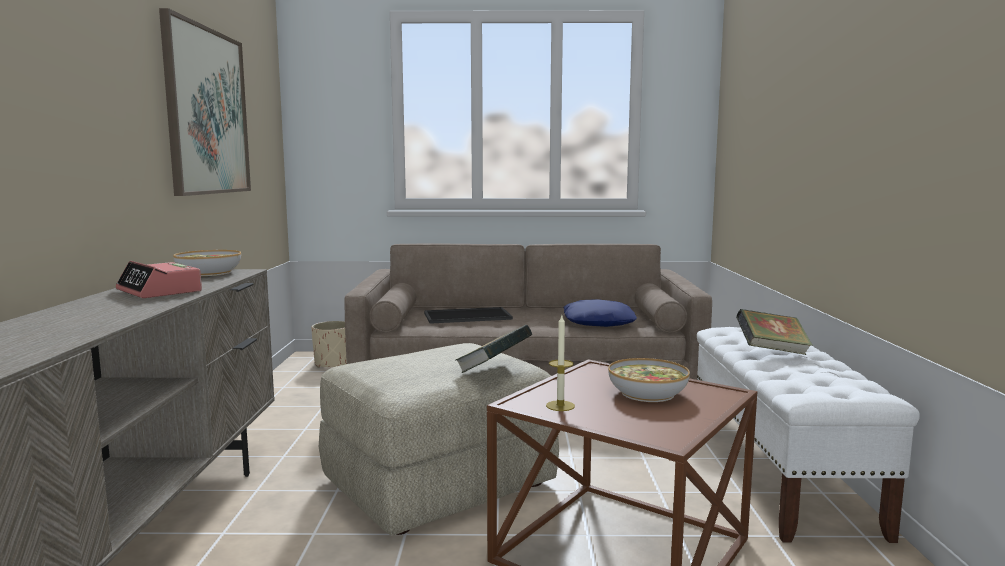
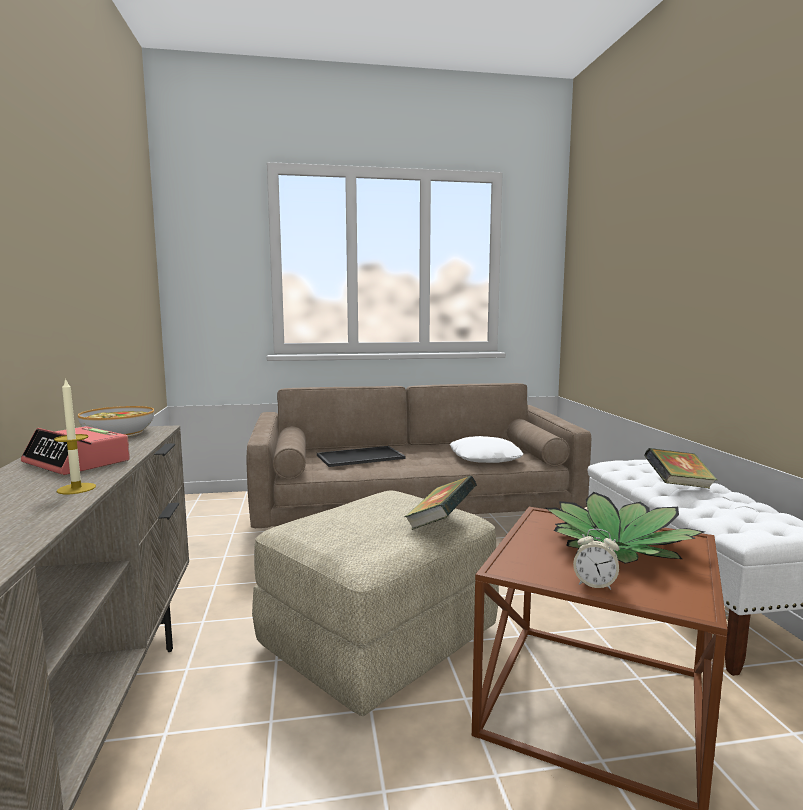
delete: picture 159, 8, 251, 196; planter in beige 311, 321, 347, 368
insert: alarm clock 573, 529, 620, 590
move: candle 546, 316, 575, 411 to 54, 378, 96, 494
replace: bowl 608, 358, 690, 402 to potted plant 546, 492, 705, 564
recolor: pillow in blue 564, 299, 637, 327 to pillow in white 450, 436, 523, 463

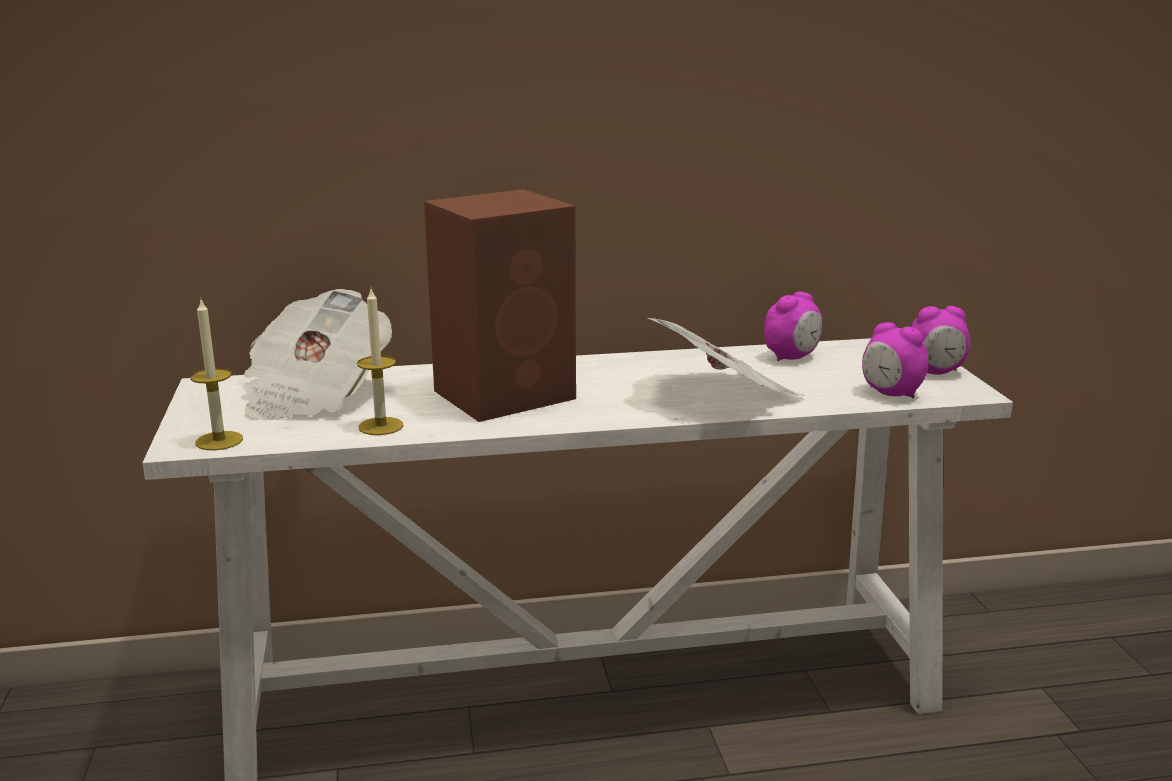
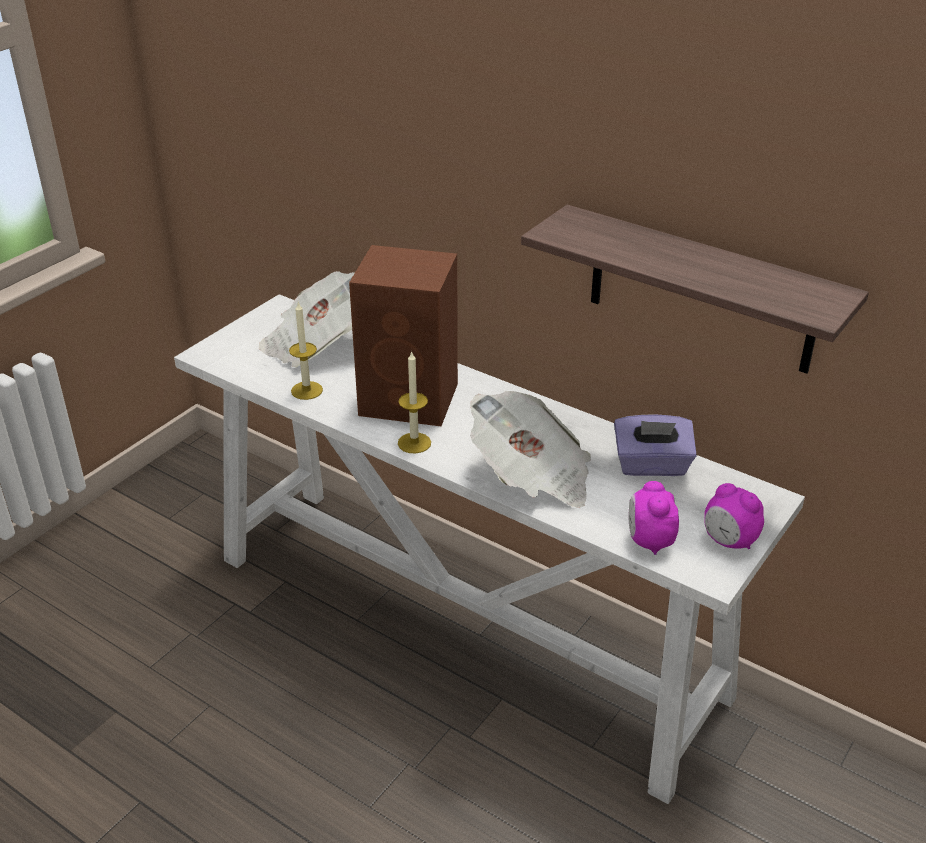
insert: shelf 521, 205, 869, 374
move: candle 190, 297, 243, 450 to 398, 350, 431, 453
replace: alarm clock 764, 291, 822, 361 to tissue box in purple 614, 414, 697, 476

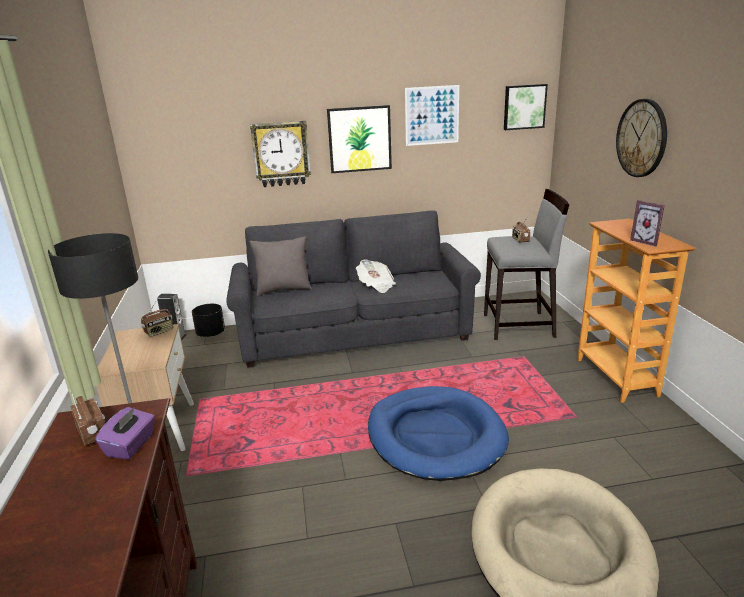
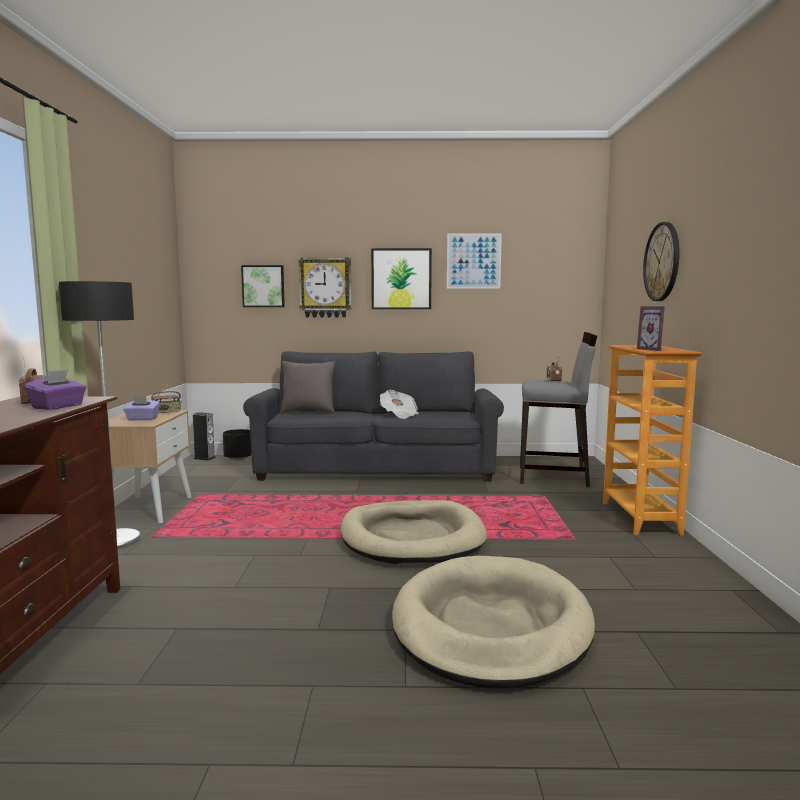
insert: tissue box in purple 123, 396, 160, 421
move: picture 504, 84, 548, 130 to 241, 265, 285, 307
recolor: dog bed in blue 368, 386, 509, 481 to dog bed in beige 340, 500, 487, 564

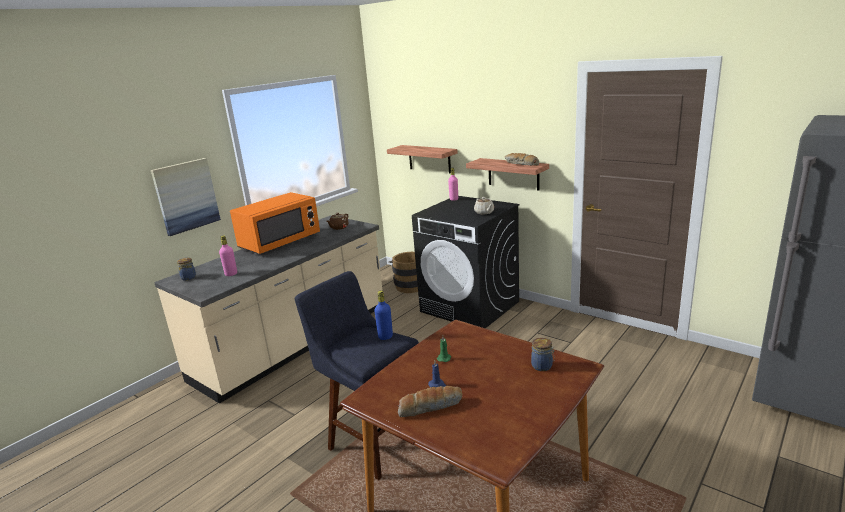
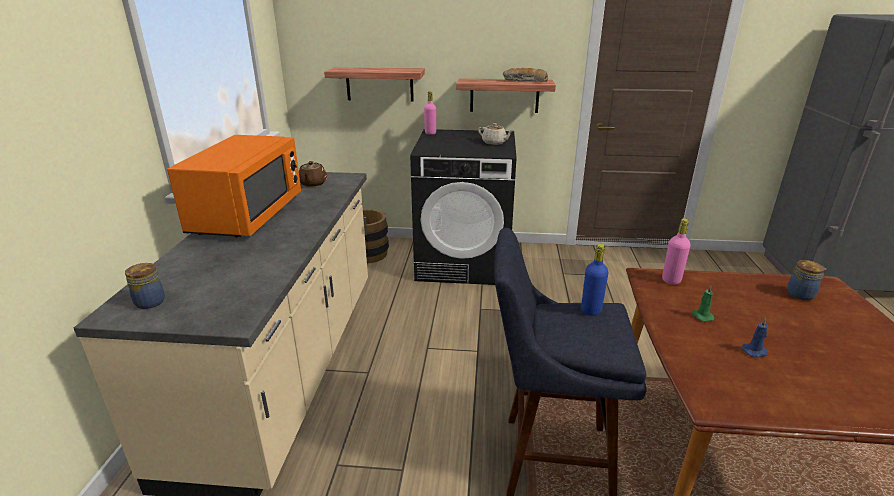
delete: picture 151, 158, 221, 236; bread 398, 386, 462, 417
move: bottle in pink 219, 236, 237, 276 to 662, 218, 690, 285

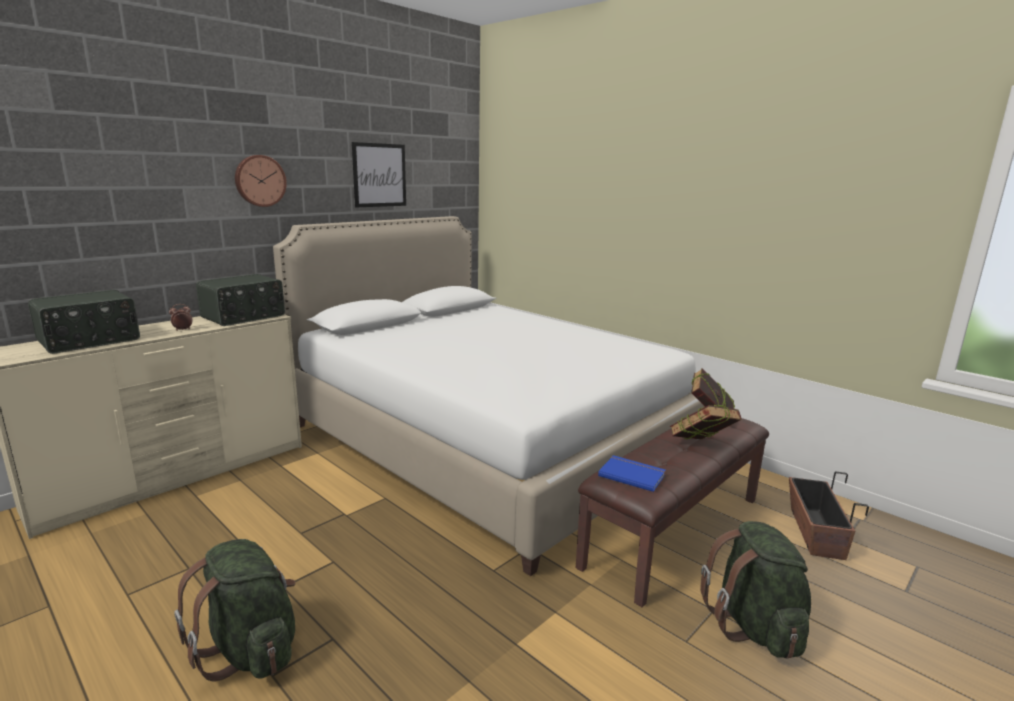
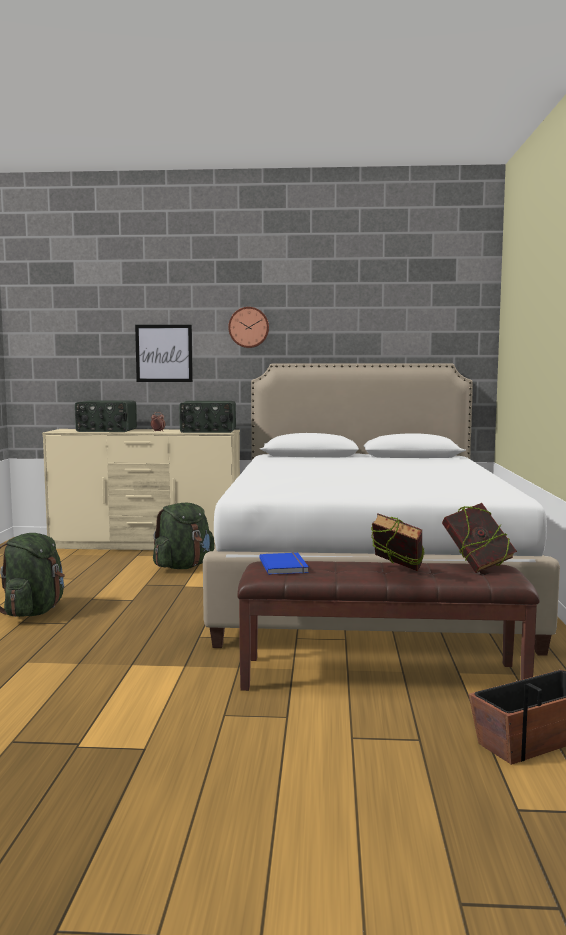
move: picture 352, 142, 406, 207 to 135, 325, 193, 382; backpack in green 700, 521, 811, 659 to 153, 503, 214, 569

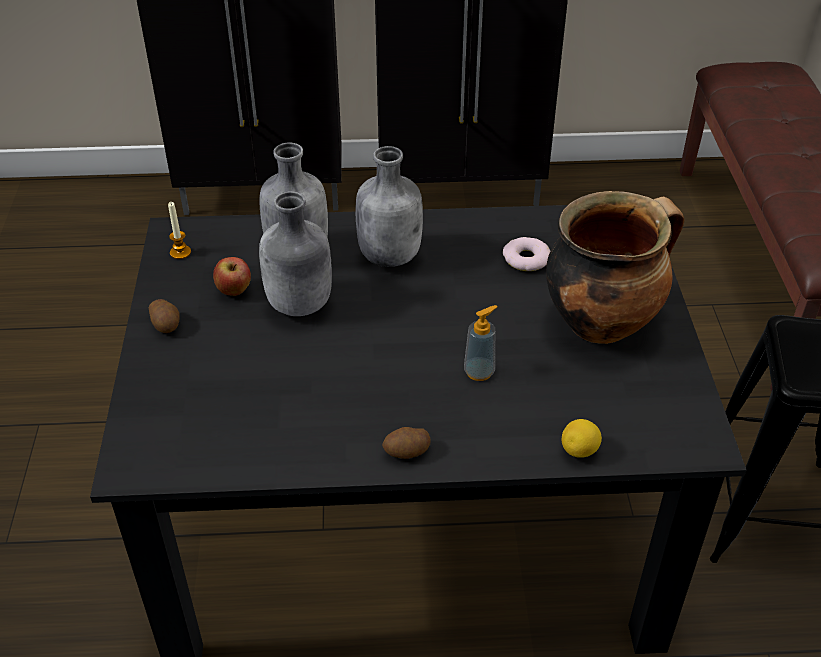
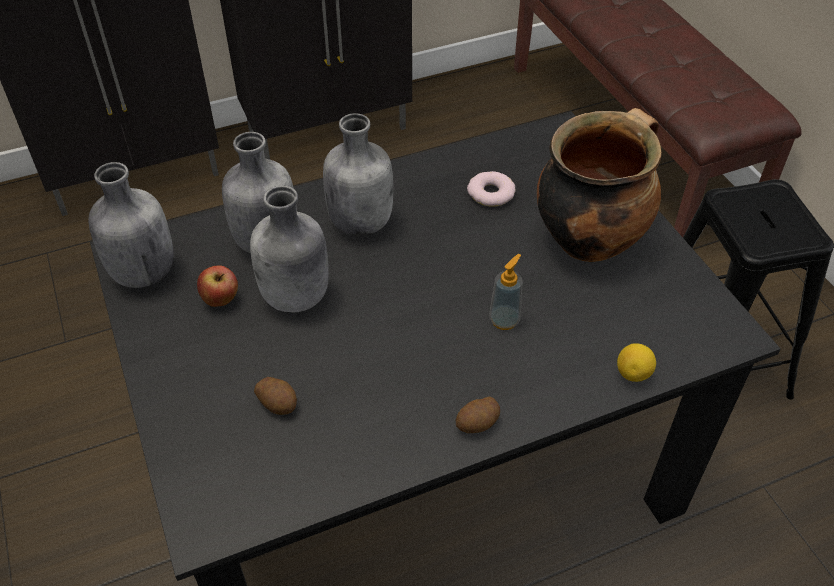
move: potato 149, 299, 180, 333 to 254, 377, 297, 415
replace: candle 168, 202, 191, 259 to bottle in grey 88, 162, 174, 288

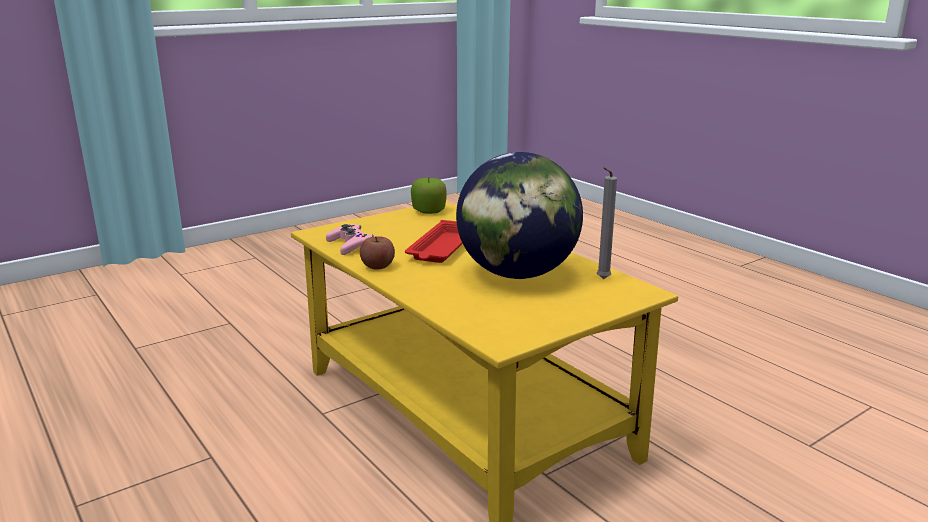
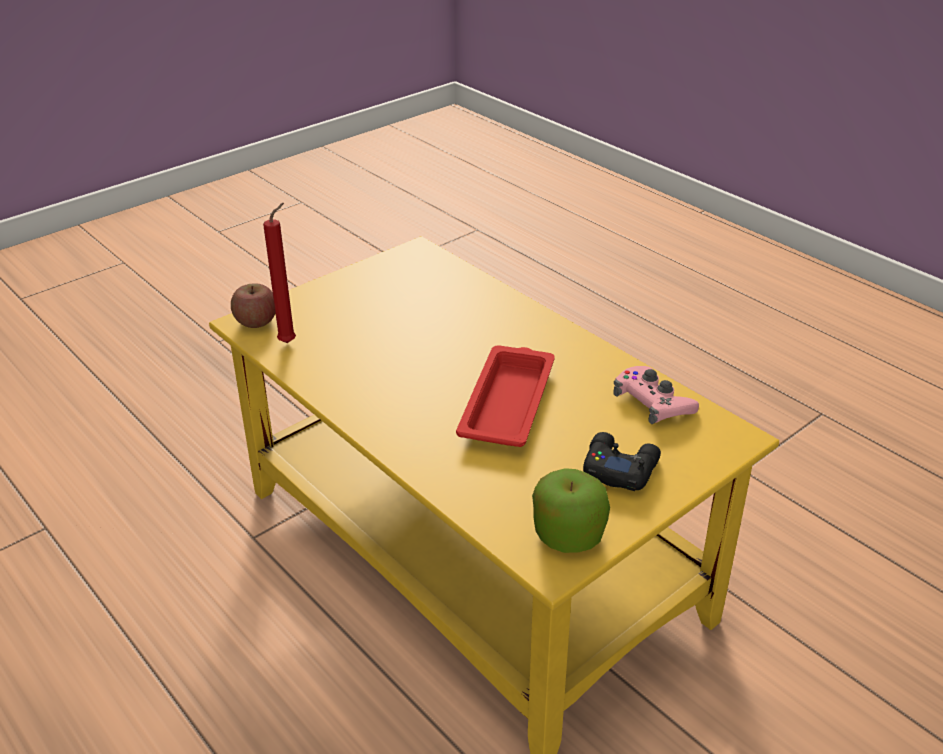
delete: globe 456, 152, 583, 279
insert: game controller in black 583, 432, 661, 491
move: apple 360, 236, 395, 269 to 231, 283, 276, 328
recolor: candle in grey 597, 167, 617, 279 to candle in red 263, 203, 296, 343

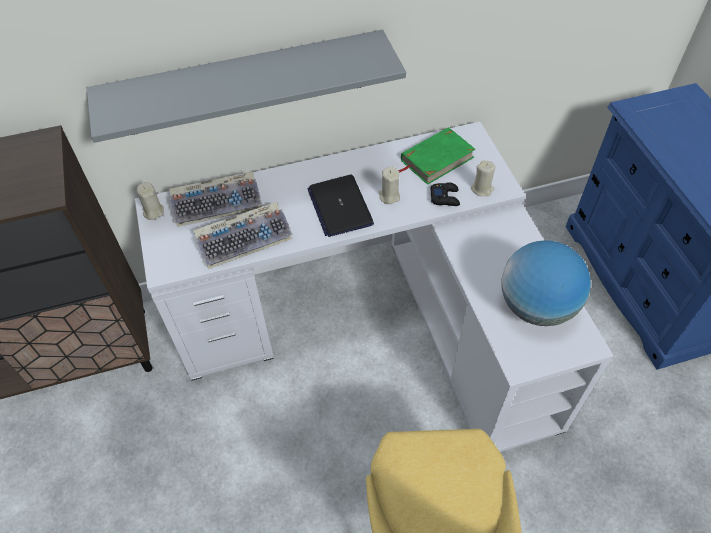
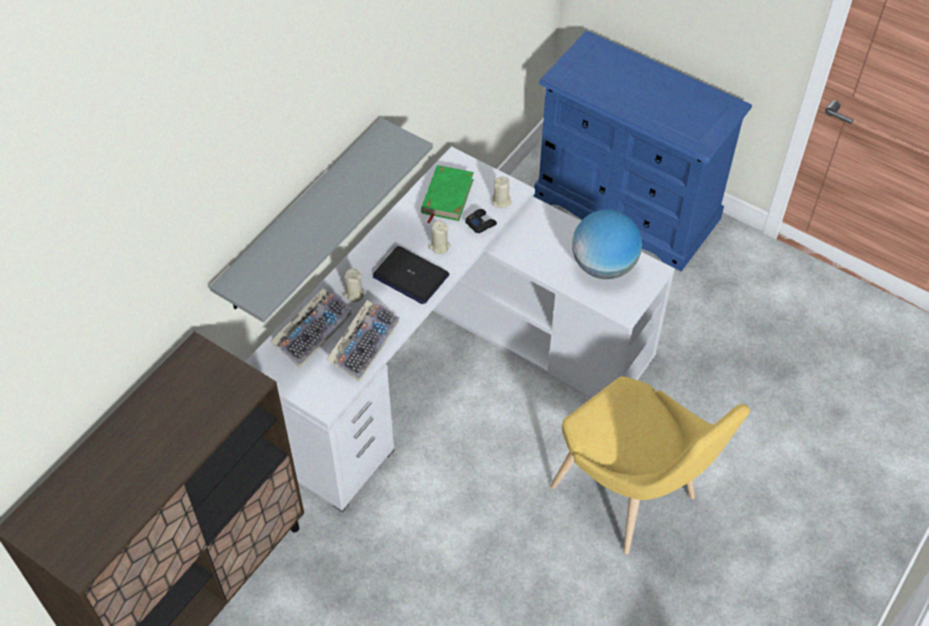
move: candle in beige 137, 182, 164, 220 to 343, 268, 365, 302

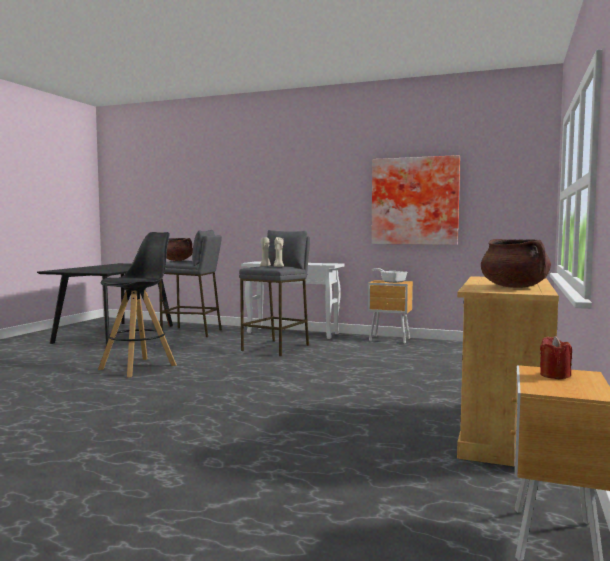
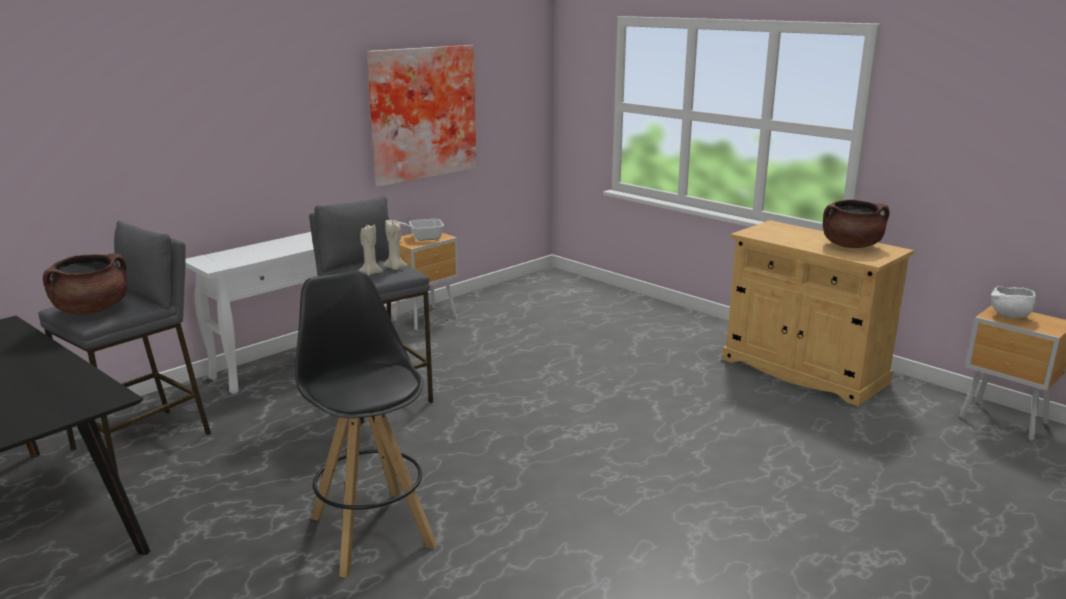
replace: candle in red 540, 336, 572, 379 to bowl in white 991, 286, 1036, 318

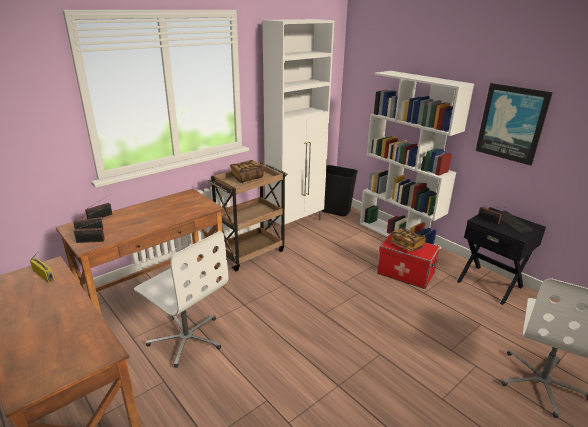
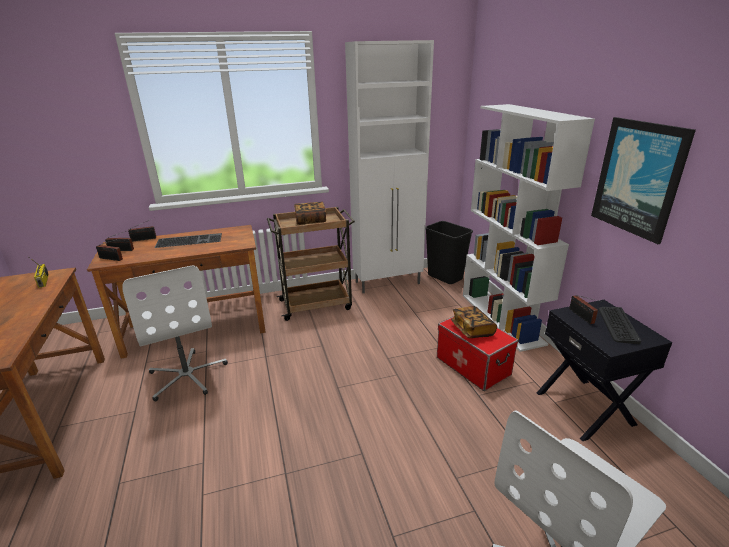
insert: keyboard 155, 233, 222, 248

